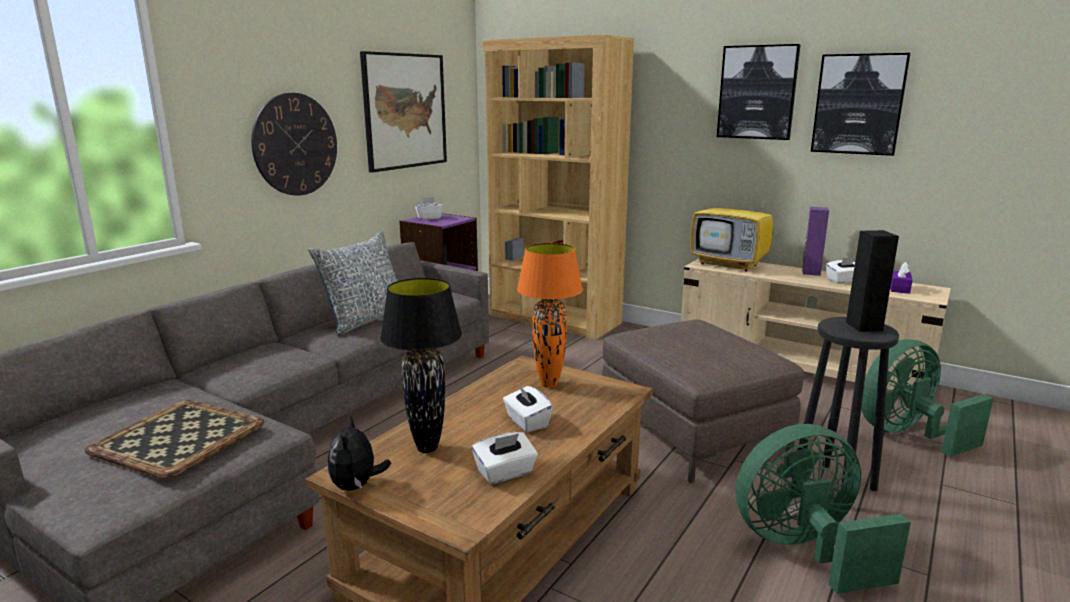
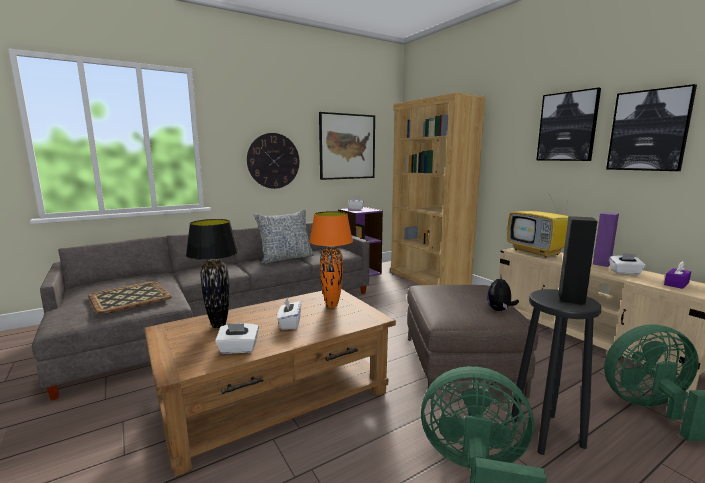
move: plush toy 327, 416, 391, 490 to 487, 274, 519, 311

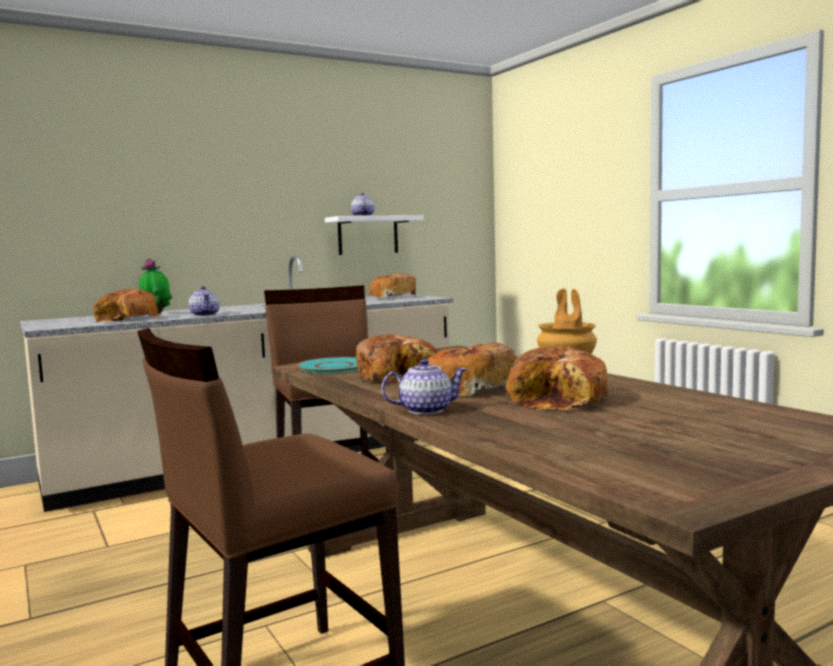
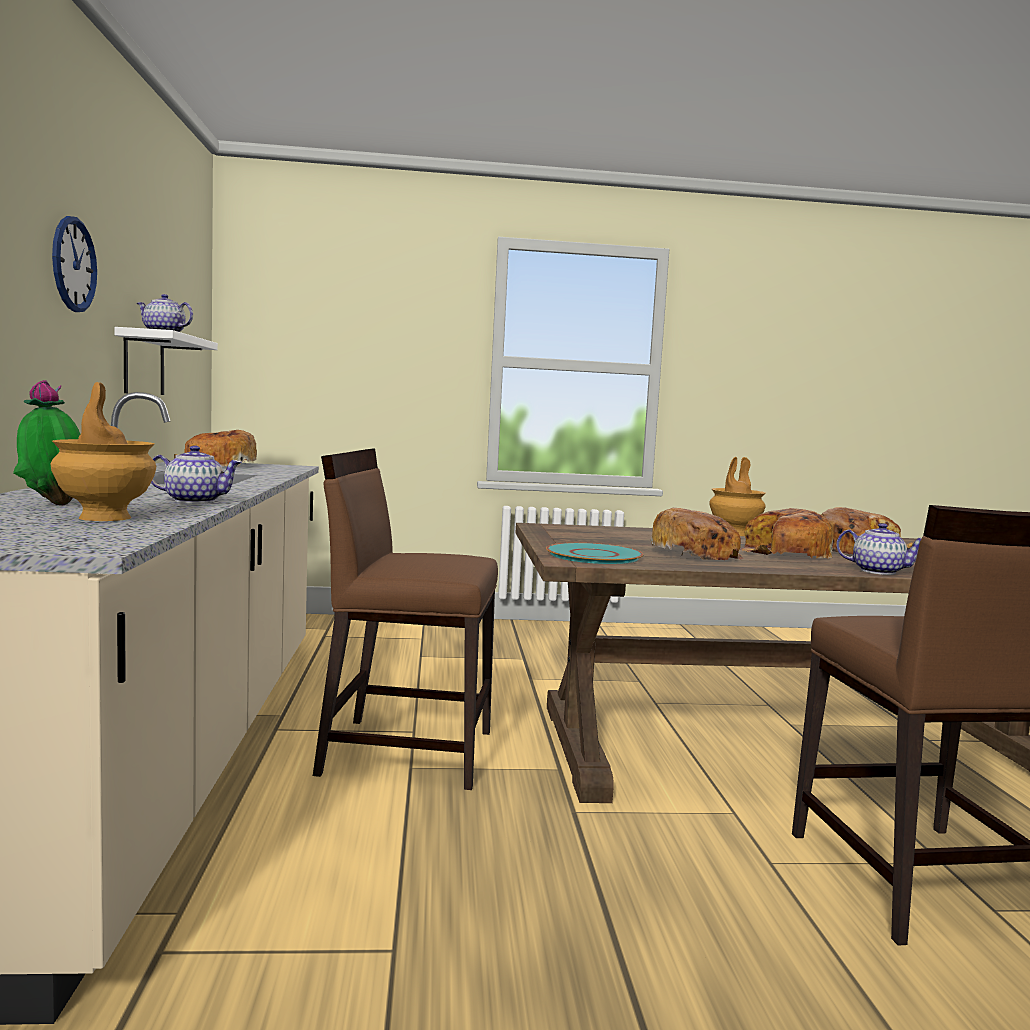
insert: wall clock 52, 216, 97, 312
replace: bread 93, 289, 160, 322 to vase in brown 50, 382, 156, 521
rotate: teapot 381, 359, 467, 415 = 836, 523, 921, 575 105 degrees clockwise

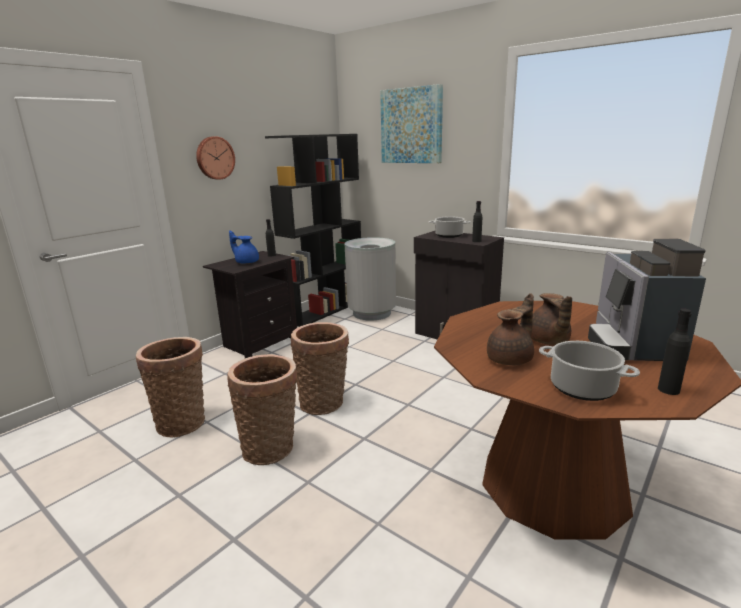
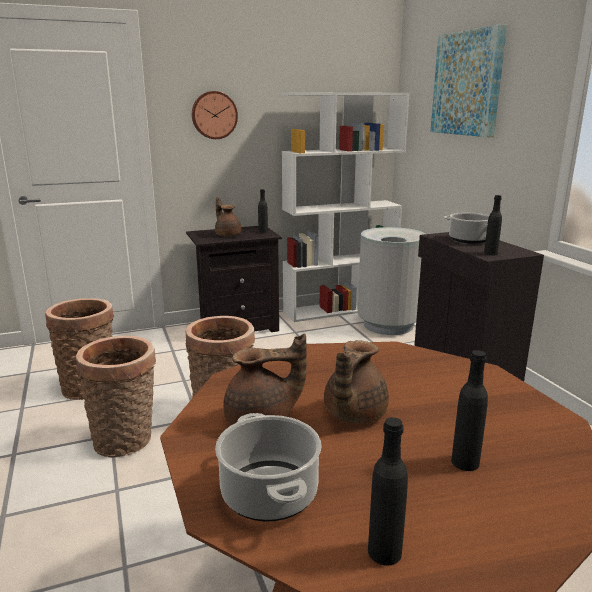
replace: coffee machine 588, 239, 706, 361 to bottle in black 451, 350, 488, 471
recolor: teapot in blue 229, 230, 259, 264 to teapot in brown 215, 197, 241, 236; bookcase in black 265, 134, 361, 327 to bookcase in white 281, 92, 410, 322

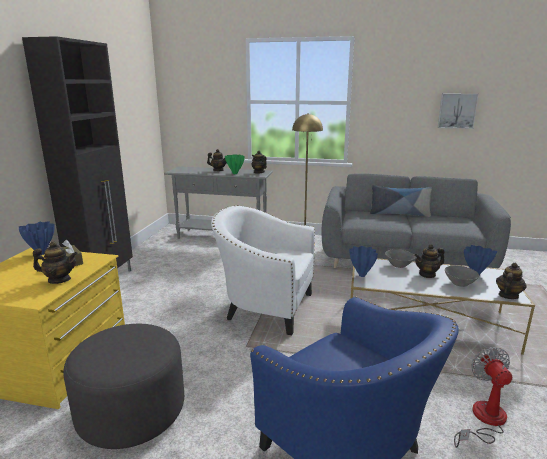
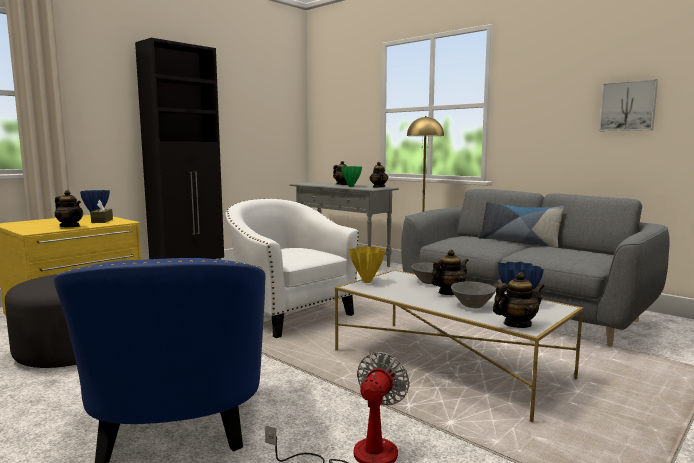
recolor: vase in blue 349, 246, 378, 277 to vase in yellow 349, 246, 385, 283
rotate: teapot 414, 244, 445, 278 = 431, 250, 469, 295 135 degrees clockwise

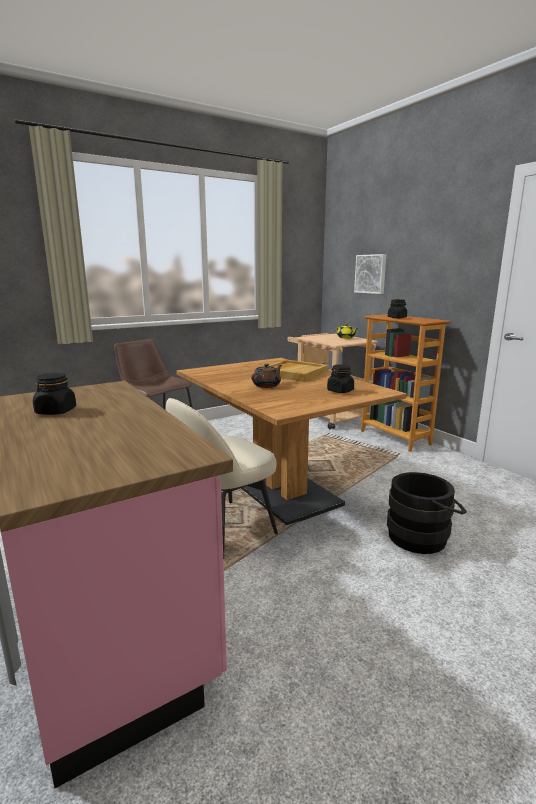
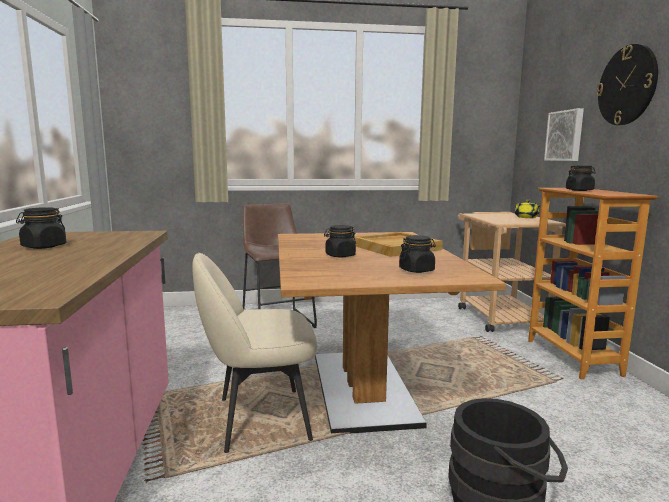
insert: wall clock 596, 44, 658, 125
replace: teapot in brown 251, 364, 282, 388 to jar in black 324, 225, 356, 257

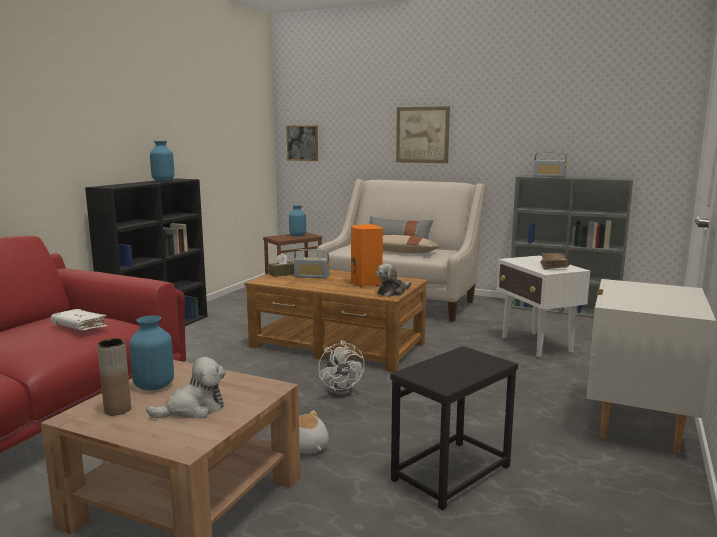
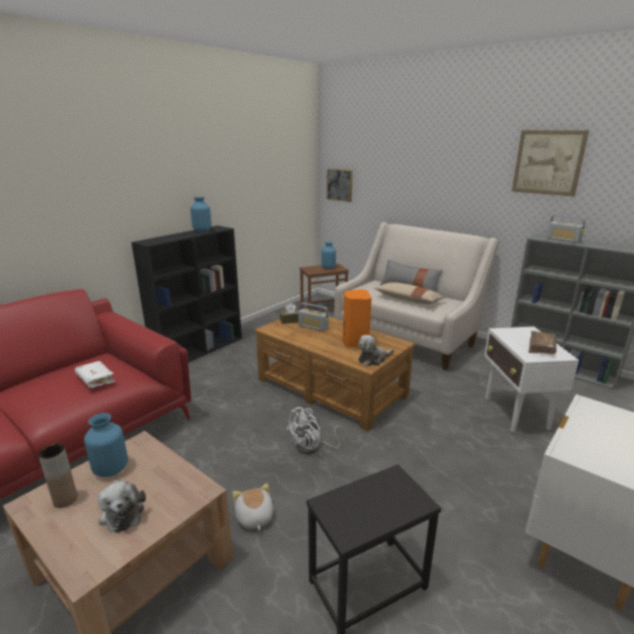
move: picture 396, 106, 450, 163 to 512, 130, 589, 196
rotate: plush toy 146, 357, 226, 419 = 97, 479, 146, 533 75 degrees clockwise; fan in white 318, 340, 365, 398 = 286, 407, 347, 454 45 degrees clockwise

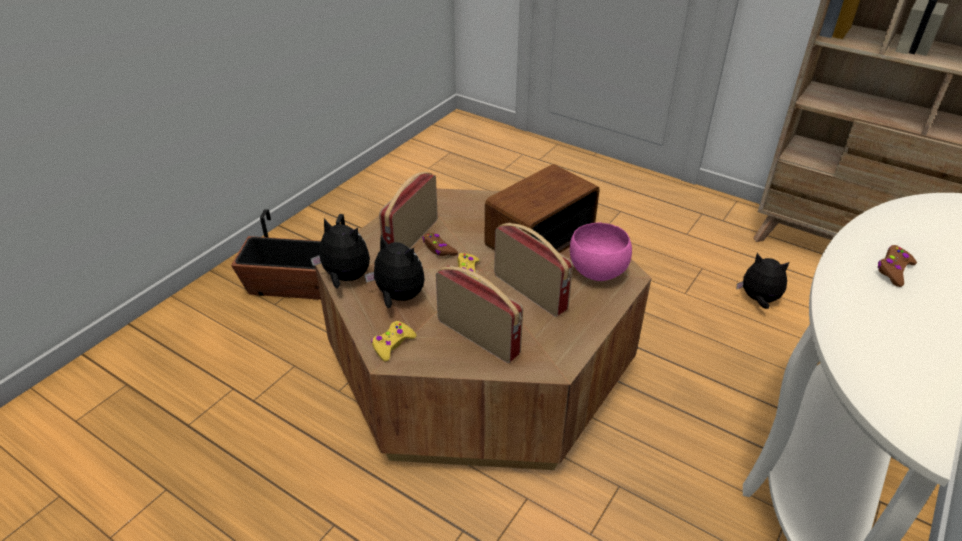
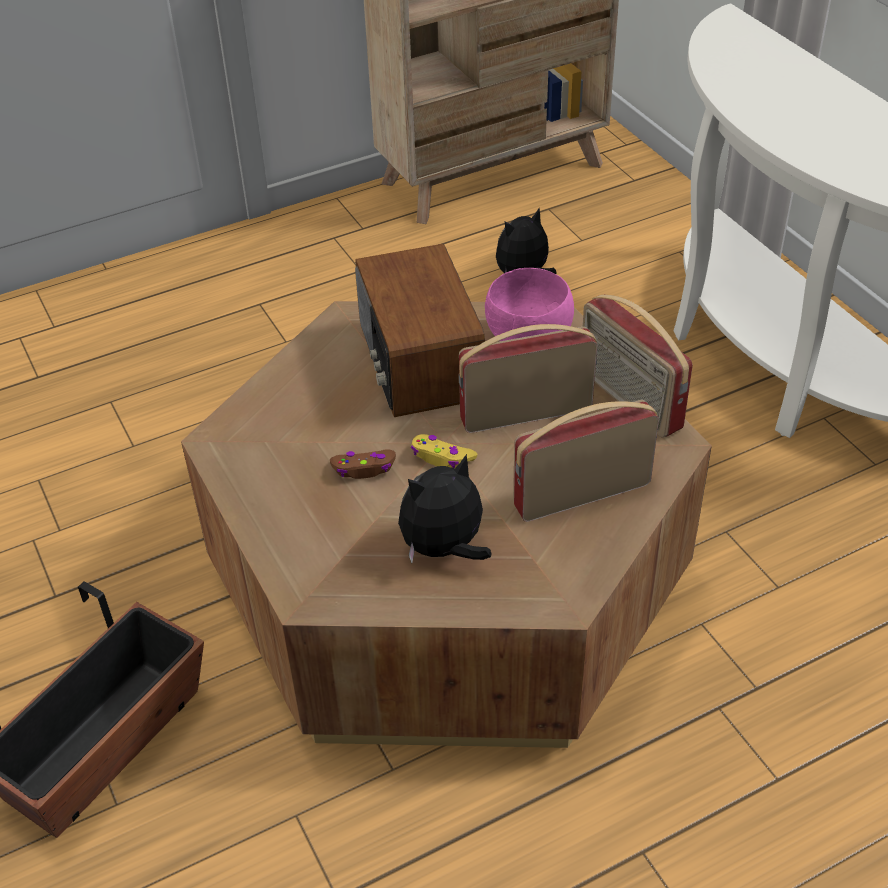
delete: plush toy 311, 218, 370, 288; game controller in yellow 371, 321, 417, 362; game controller in brown 878, 245, 917, 287
move: radio 379, 172, 438, 249 to 583, 294, 693, 438

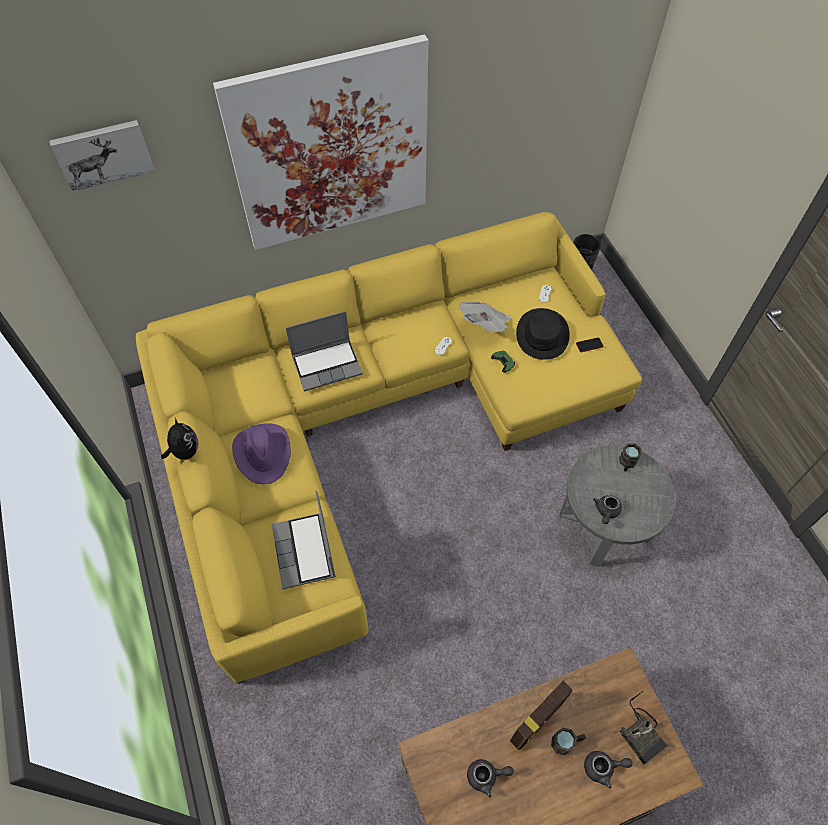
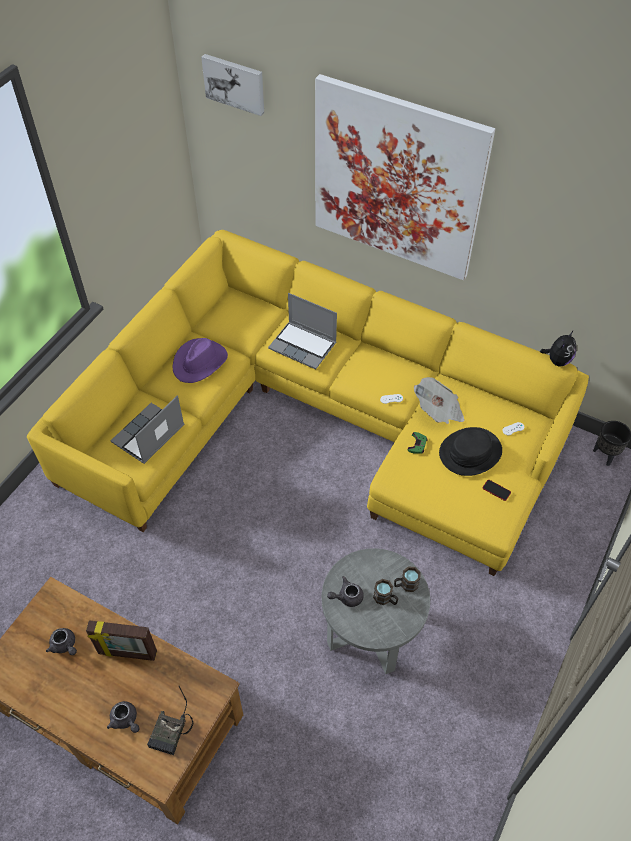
move: plush toy 161, 418, 198, 460 to 540, 330, 577, 366; mug in brown 551, 727, 586, 755 to 373, 579, 398, 605

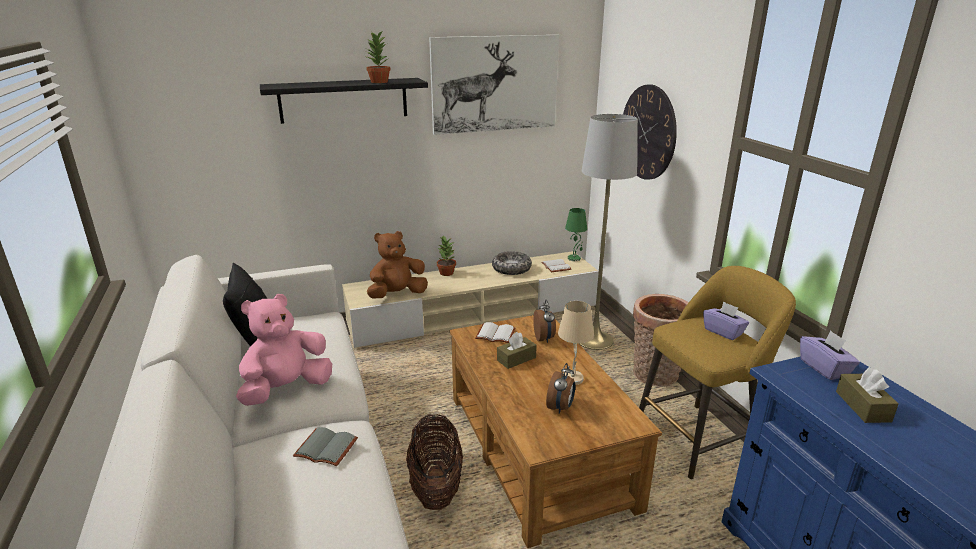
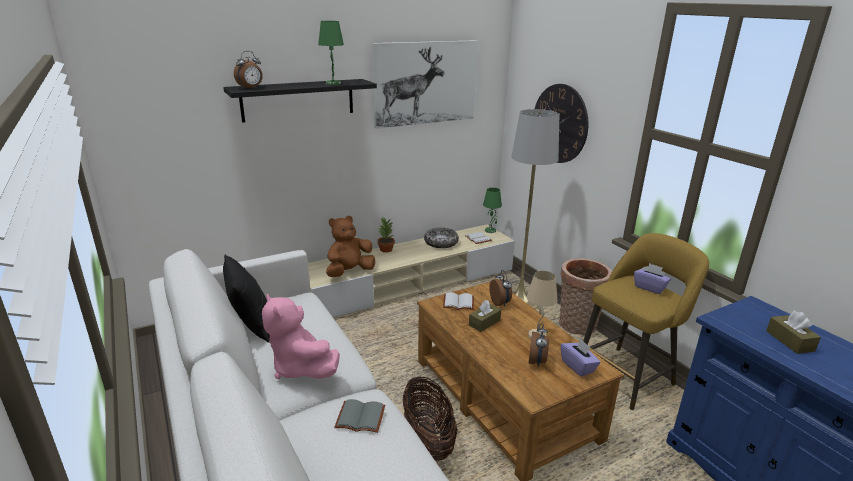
insert: alarm clock 234, 51, 263, 89
move: tissue box in purple 800, 330, 860, 380 to 561, 338, 601, 377
replace: potted plant 364, 31, 390, 83 to table lamp in green 318, 21, 344, 85
rotate: plush toy in pink 236, 294, 332, 406 = 262, 293, 340, 379 75 degrees counterclockwise

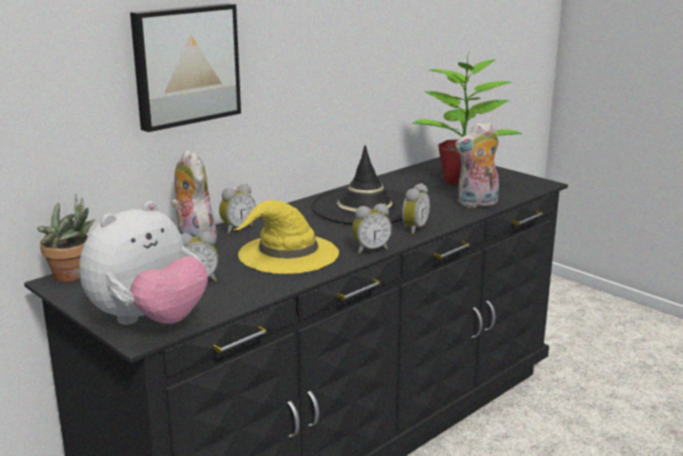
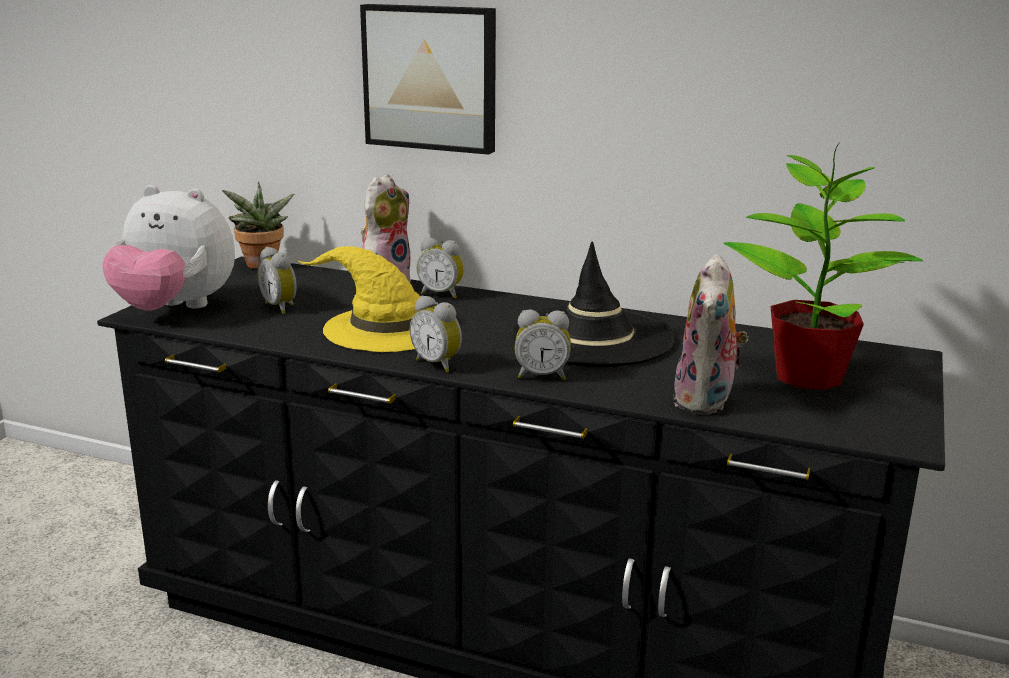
rotate: plush toy 455, 121, 499, 208 = 673, 254, 749, 415 120 degrees counterclockwise

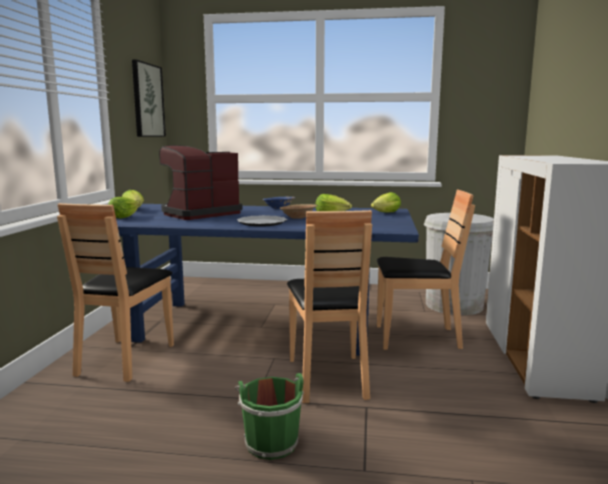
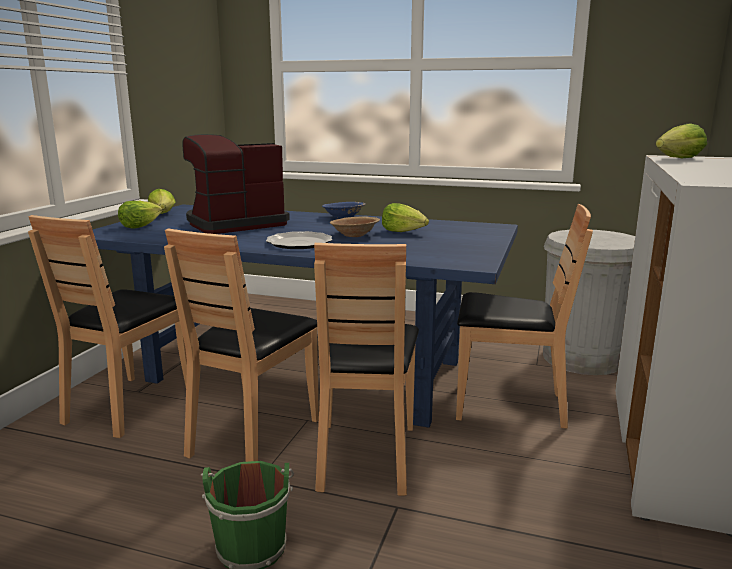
delete: picture 132, 59, 166, 137
insert: chair in brown 164, 228, 319, 462
move: lettuce 371, 192, 401, 213 to 656, 123, 707, 158

